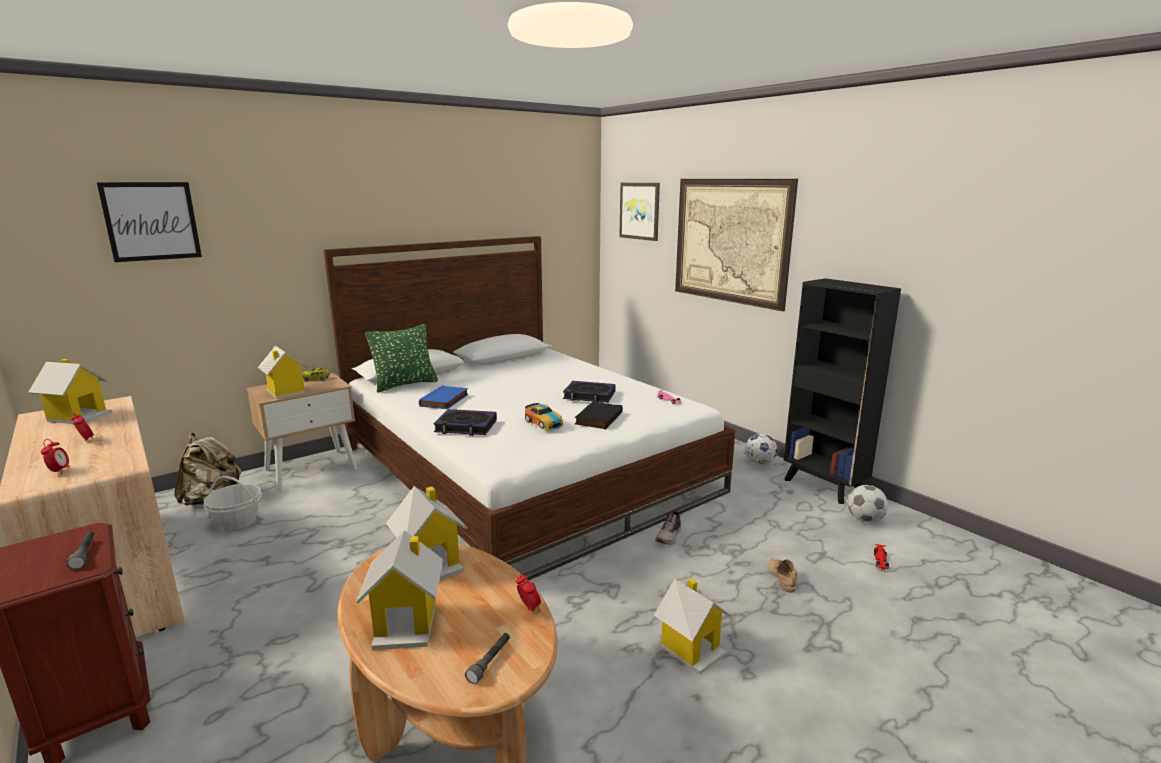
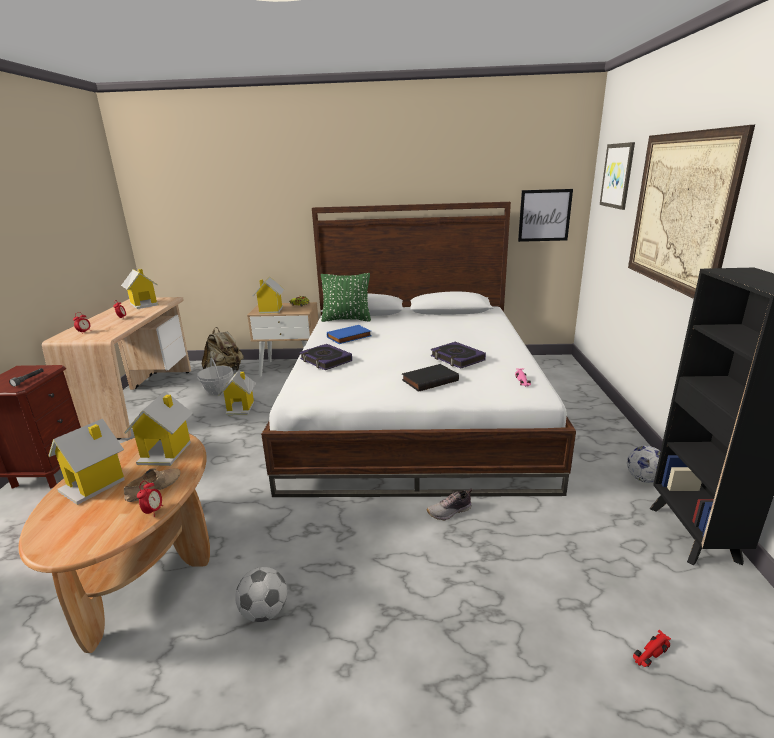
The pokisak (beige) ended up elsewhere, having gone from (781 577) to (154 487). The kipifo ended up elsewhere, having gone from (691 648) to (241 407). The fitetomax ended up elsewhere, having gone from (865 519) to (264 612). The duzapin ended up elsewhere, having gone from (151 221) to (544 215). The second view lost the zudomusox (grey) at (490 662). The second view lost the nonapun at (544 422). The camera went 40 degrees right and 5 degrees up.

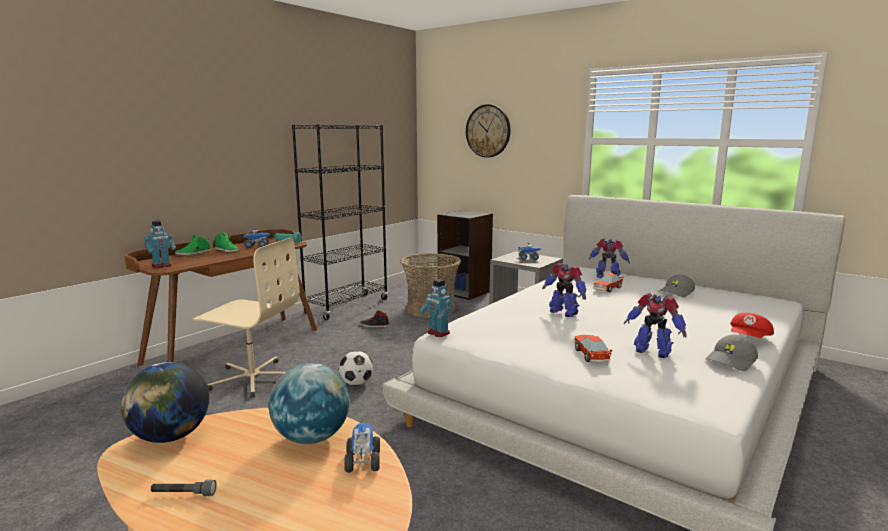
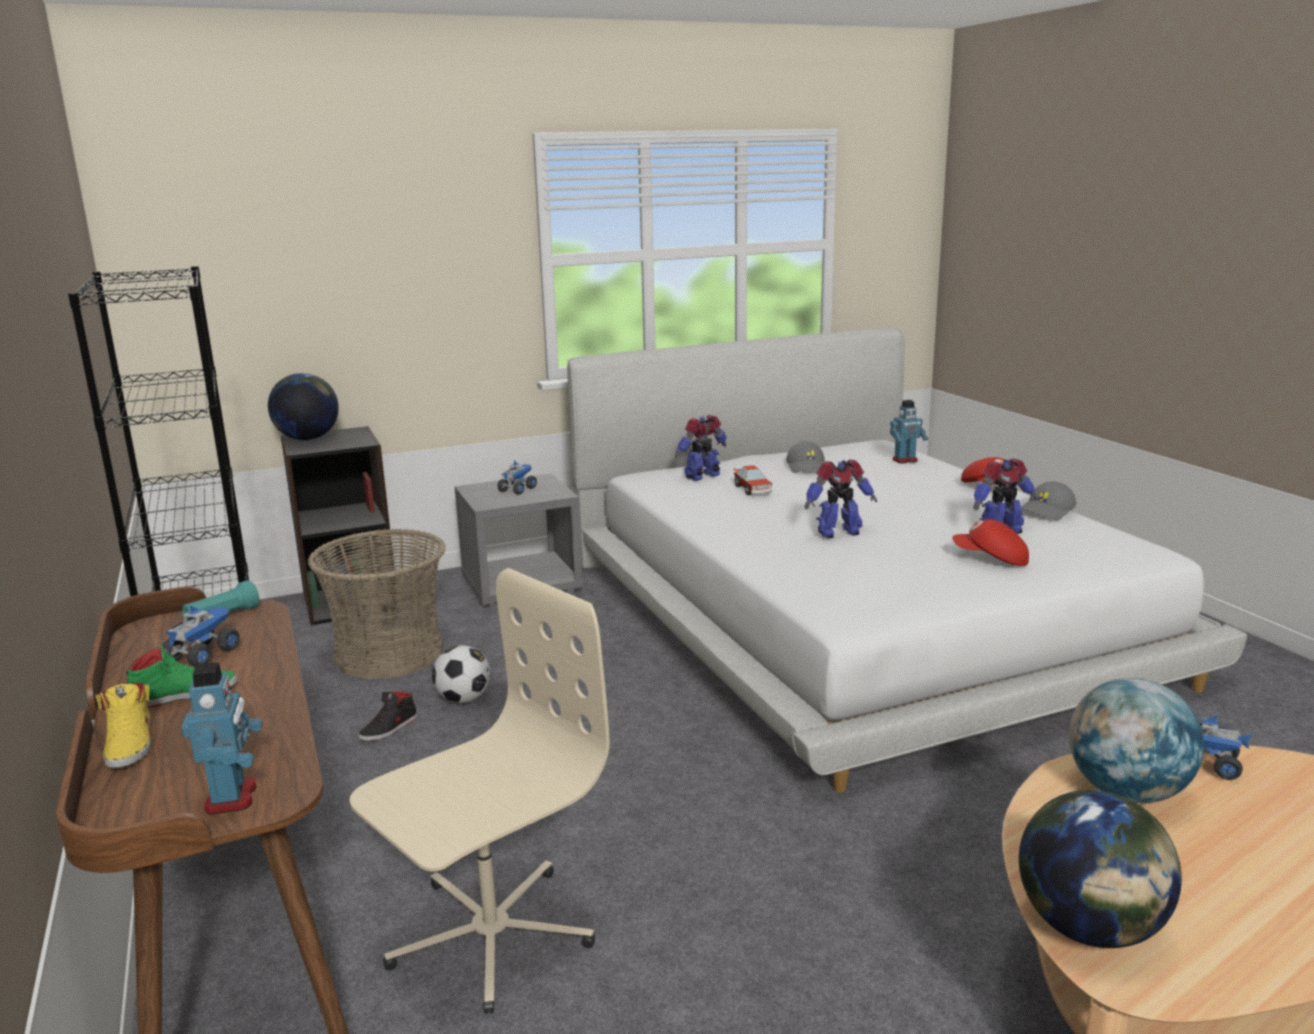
What was the pokisak (green) at (193 253) turned into the pokisak (yellow) at (131 744). The second view gained the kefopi at (307 439). The fitetomax ended up elsewhere, having gone from (356 383) to (463 699). The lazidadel ended up elsewhere, having gone from (438 333) to (905 460). Where the nonapun stood at (591 355), the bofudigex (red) came to stand at (991 559). The bofudigex (grey) at (731 361) ended up facing another way, 60 degrees clockwise from before. The second view lost the zudomusox (grey) at (183 494). The second view lost the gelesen at (488 131). The camera went 60 degrees left and 5 degrees up.

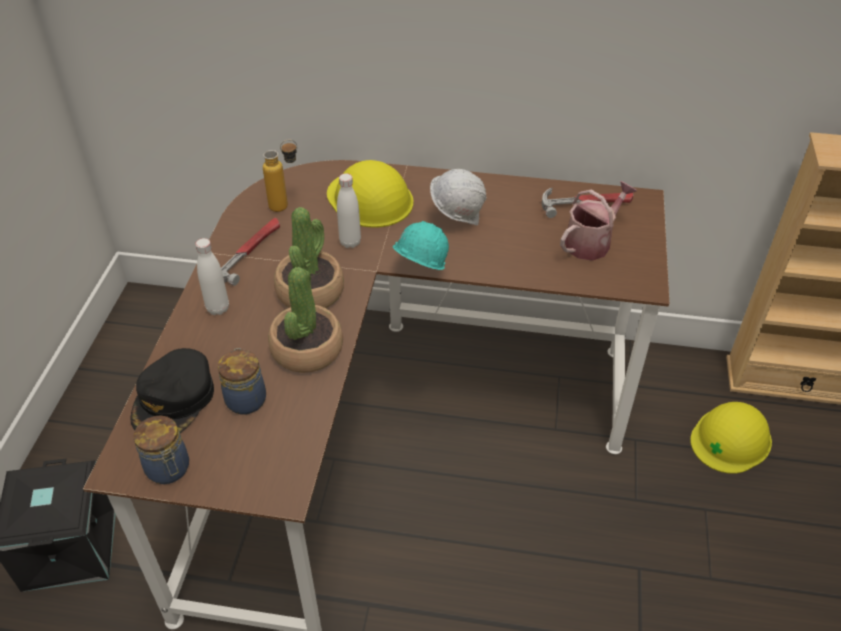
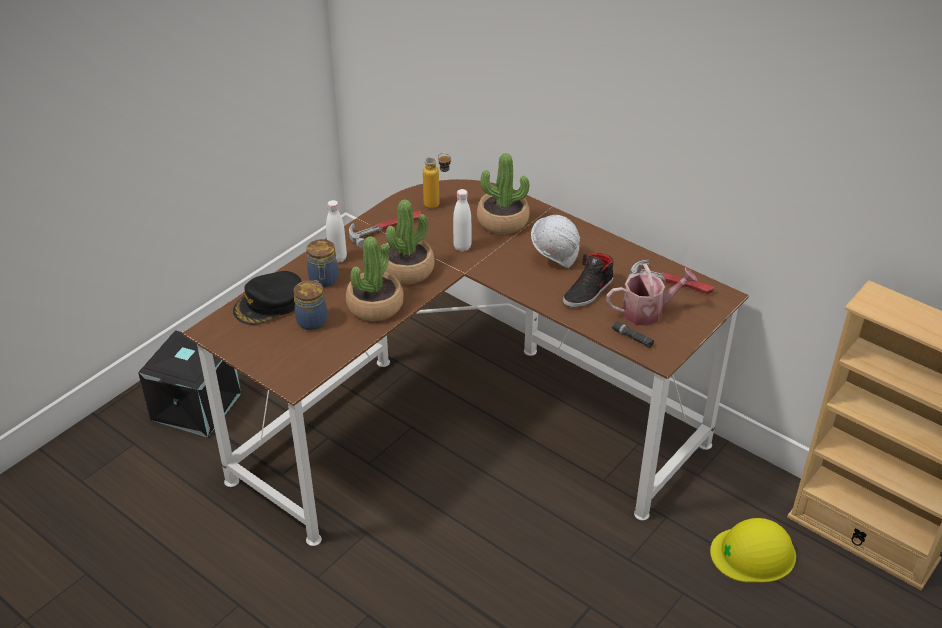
The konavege ended up elsewhere, having gone from (169 470) to (323 280). Where the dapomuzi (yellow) stood at (370 199), the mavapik came to stand at (502 221). The second view gained the pokisak (black) at (588 292). The second view gained the zudomusox (black) at (632 338). The second view lost the dapomuzi (turquoise) at (418 275). The camera went 30 degrees right and 5 degrees down.

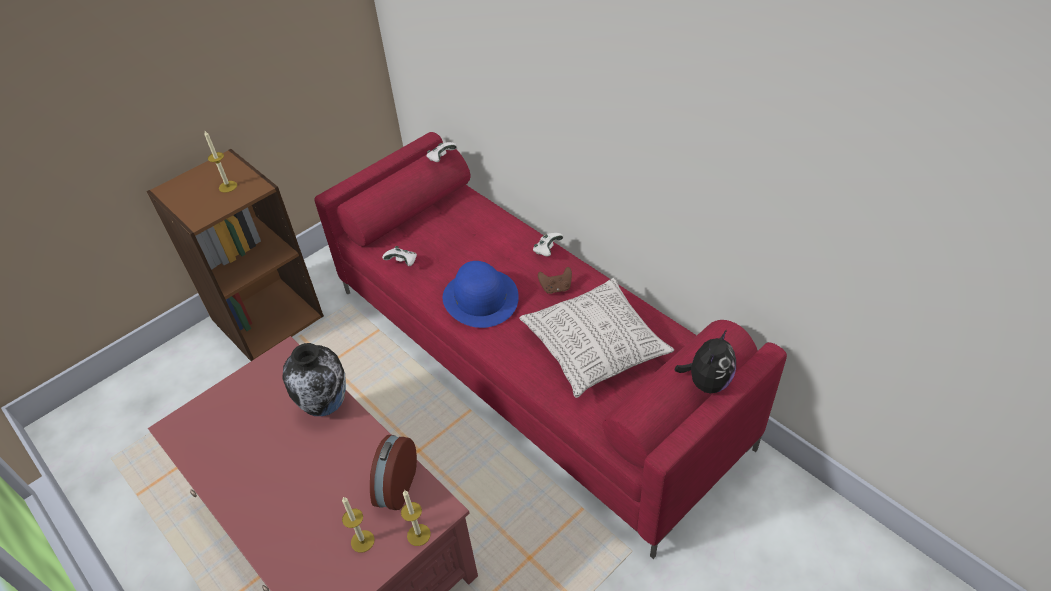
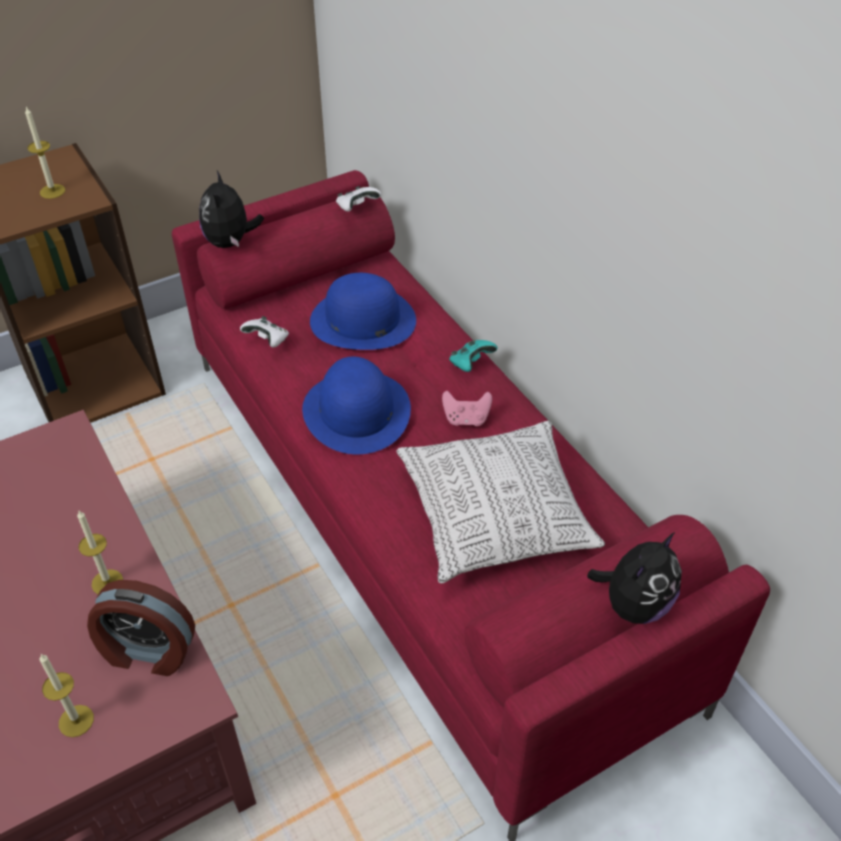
The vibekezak ended up elsewhere, having gone from (418 535) to (107 582). The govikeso at (395 486) ended up facing another way, 105 degrees counterclockwise from before. The second view gained the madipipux at (230 242). The second view gained the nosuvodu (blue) at (362 320). What was the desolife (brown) at (556 288) turned into the desolife (pink) at (466 419). What was the desolife (white) at (547 250) turned into the desolife (turquoise) at (471 363). The second view lost the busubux at (326 406). The camera went 10 degrees right and 0 degrees up.

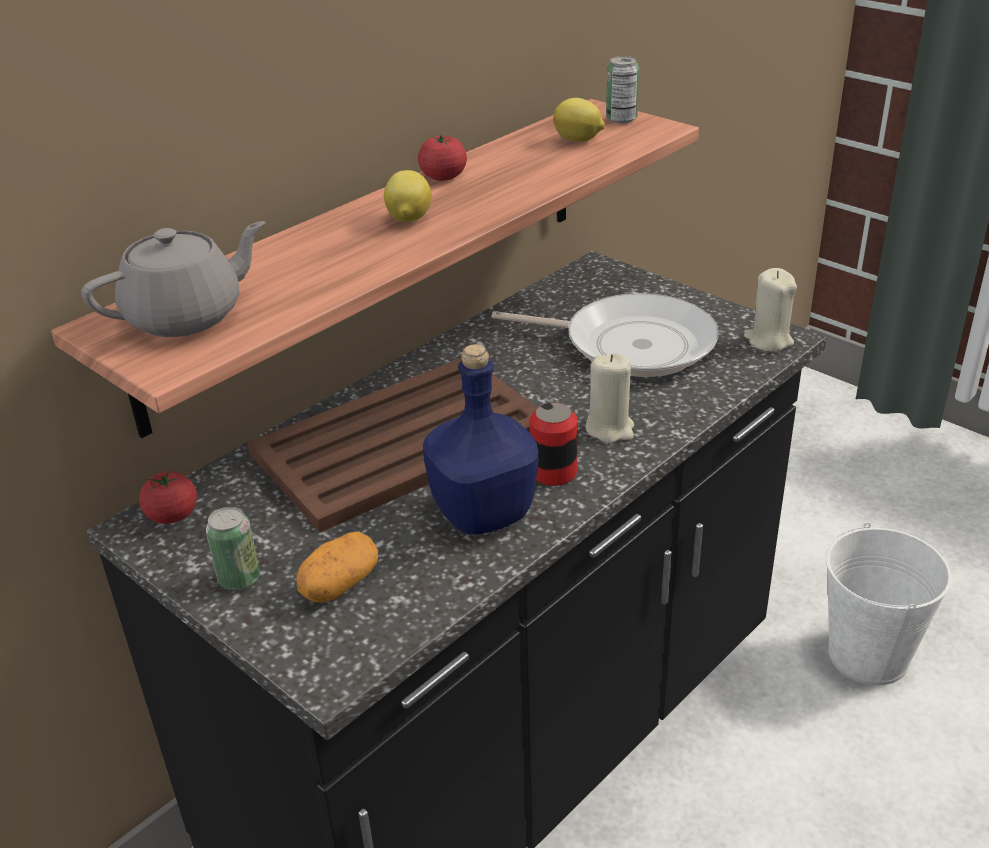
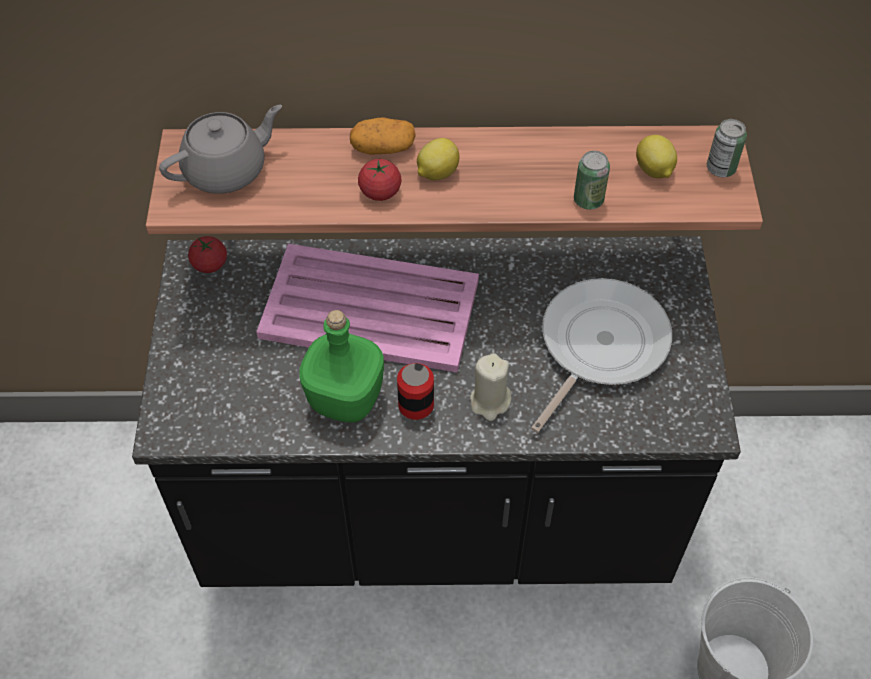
The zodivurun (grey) at (187 316) ended up facing another way, 45 degrees counterclockwise from before. What was the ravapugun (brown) at (398 442) turned into the ravapugun (pink) at (368 308). What was the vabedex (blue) at (485 512) turned into the vabedex (green) at (347 399). The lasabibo ended up elsewhere, having gone from (339 585) to (383 148). The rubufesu ended up elsewhere, having gone from (443 177) to (380 192). The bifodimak at (631 344) ended up facing another way, 120 degrees counterclockwise from before. The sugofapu ended up elsewhere, having gone from (239 579) to (588 200). The second view lost the vibekezak (beige) at (768 340). The camera went 45 degrees right and 20 degrees up.

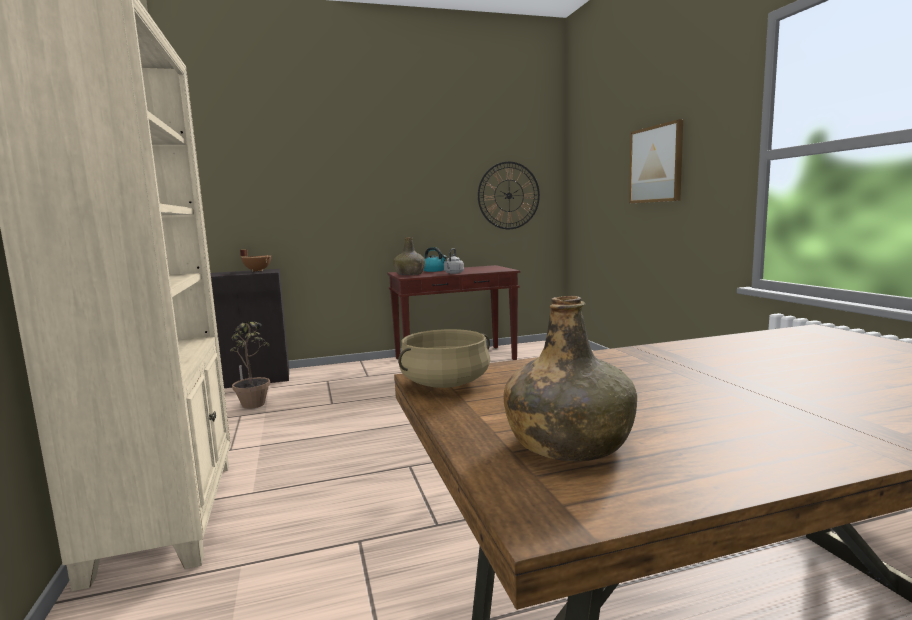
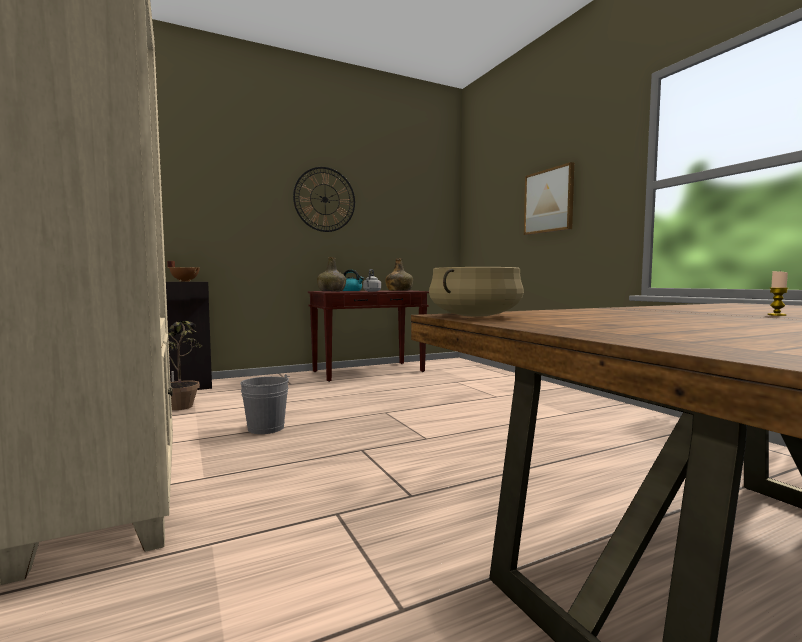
The second view gained the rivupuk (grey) at (265 428). The gelesen ended up elsewhere, having gone from (509 195) to (325 199). The vabedex (green) ended up elsewhere, having gone from (568 444) to (399 291). The second view gained the vibekezak at (776 315). The camera went 10 degrees left and 5 degrees down.

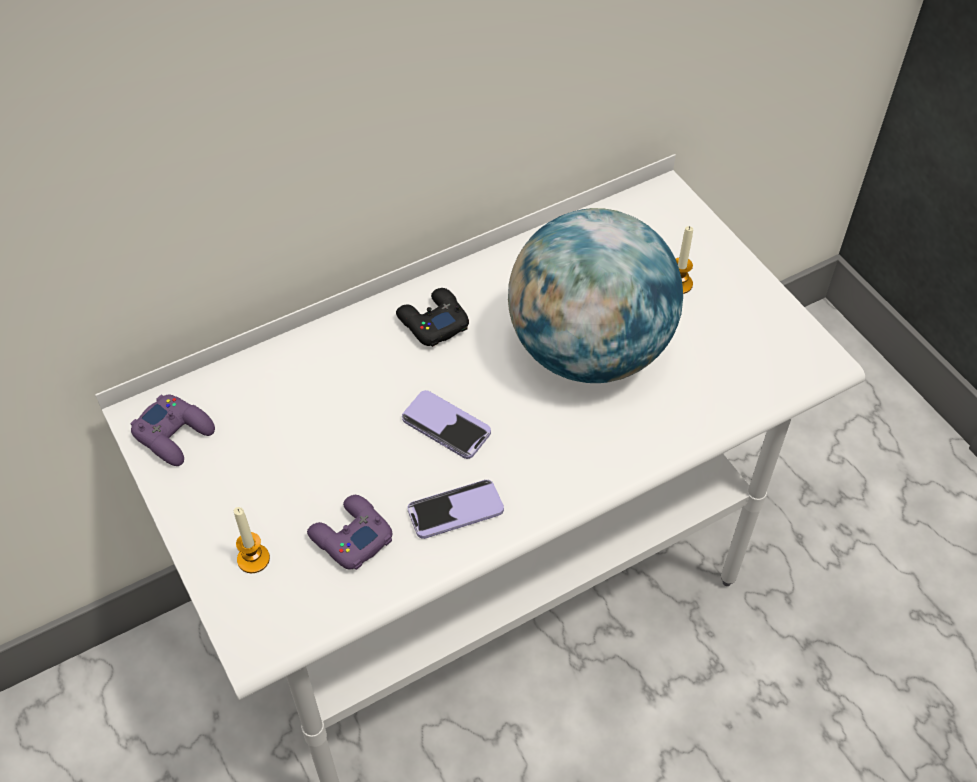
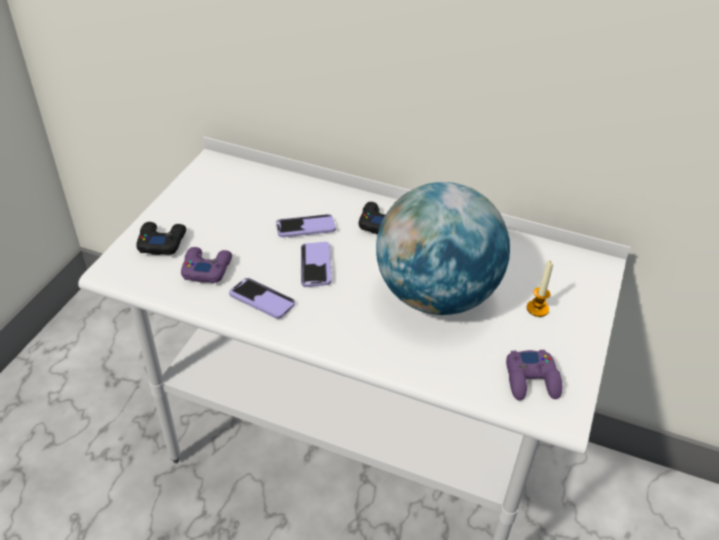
Where the vibekezak stood at (253 559), the desolife (black) came to stand at (161 242). The second view gained the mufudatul at (305 227). The desolife (purple) ended up elsewhere, having gone from (175 434) to (532 380). The camera went 50 degrees right and 10 degrees down.

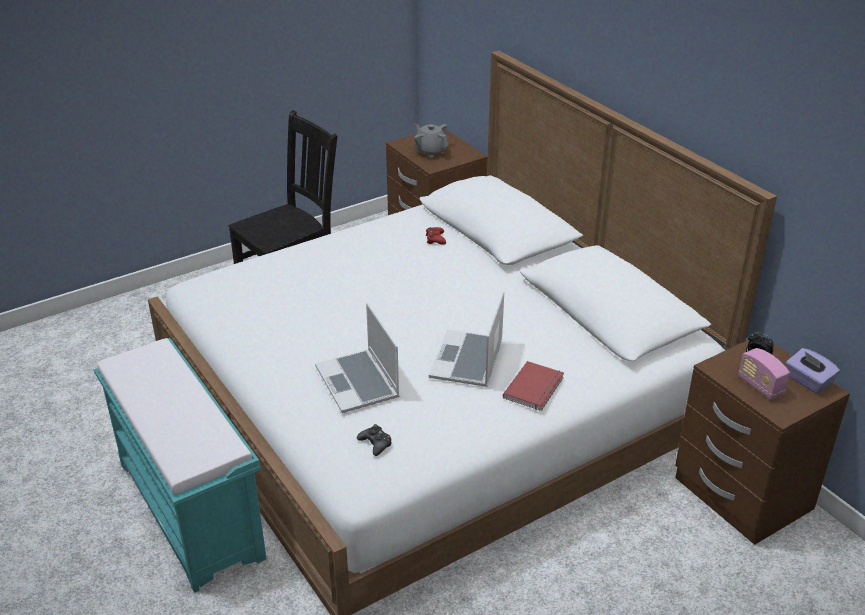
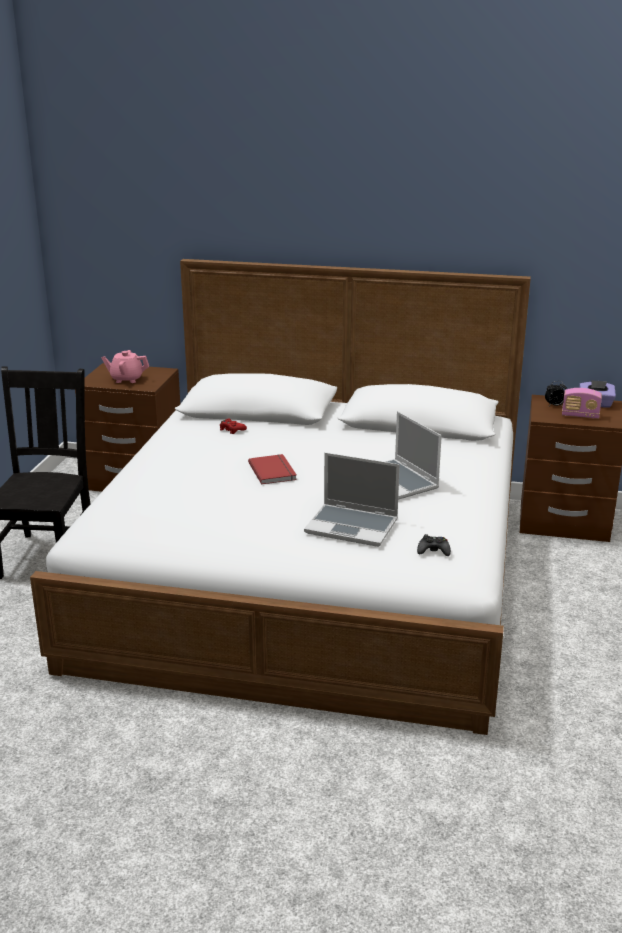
What was the zodivurun (grey) at (430 151) turned into the zodivurun (pink) at (126 379). The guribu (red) ended up elsewhere, having gone from (535 388) to (273 471). The second view lost the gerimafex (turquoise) at (192 510). The camera went 45 degrees left and 10 degrees down.

